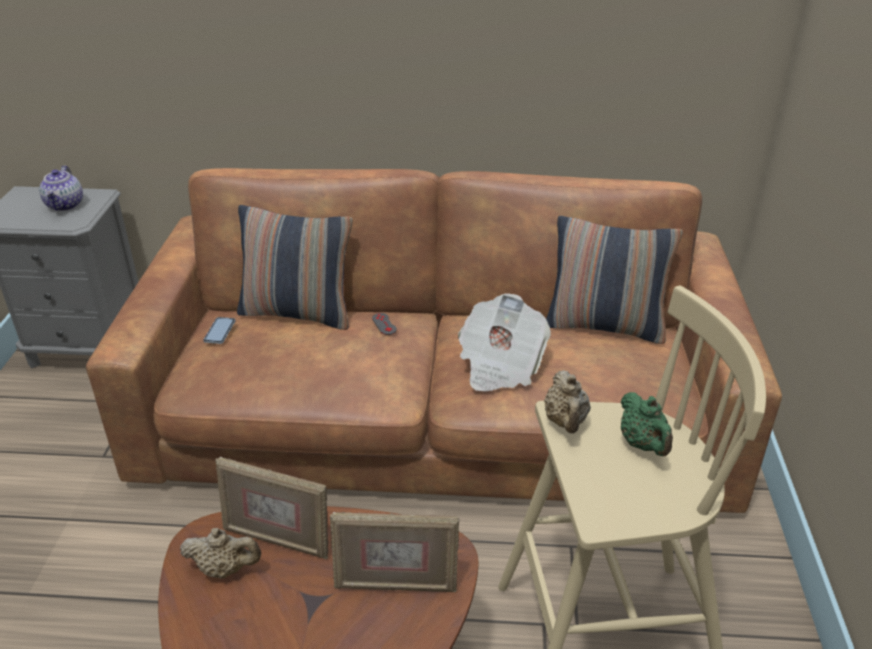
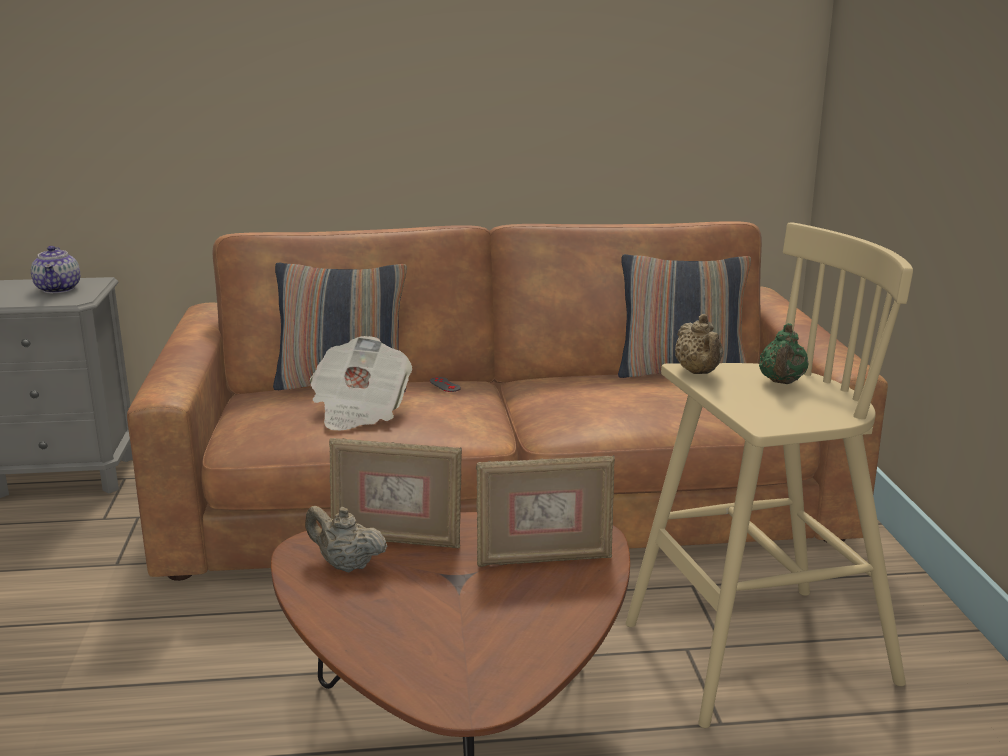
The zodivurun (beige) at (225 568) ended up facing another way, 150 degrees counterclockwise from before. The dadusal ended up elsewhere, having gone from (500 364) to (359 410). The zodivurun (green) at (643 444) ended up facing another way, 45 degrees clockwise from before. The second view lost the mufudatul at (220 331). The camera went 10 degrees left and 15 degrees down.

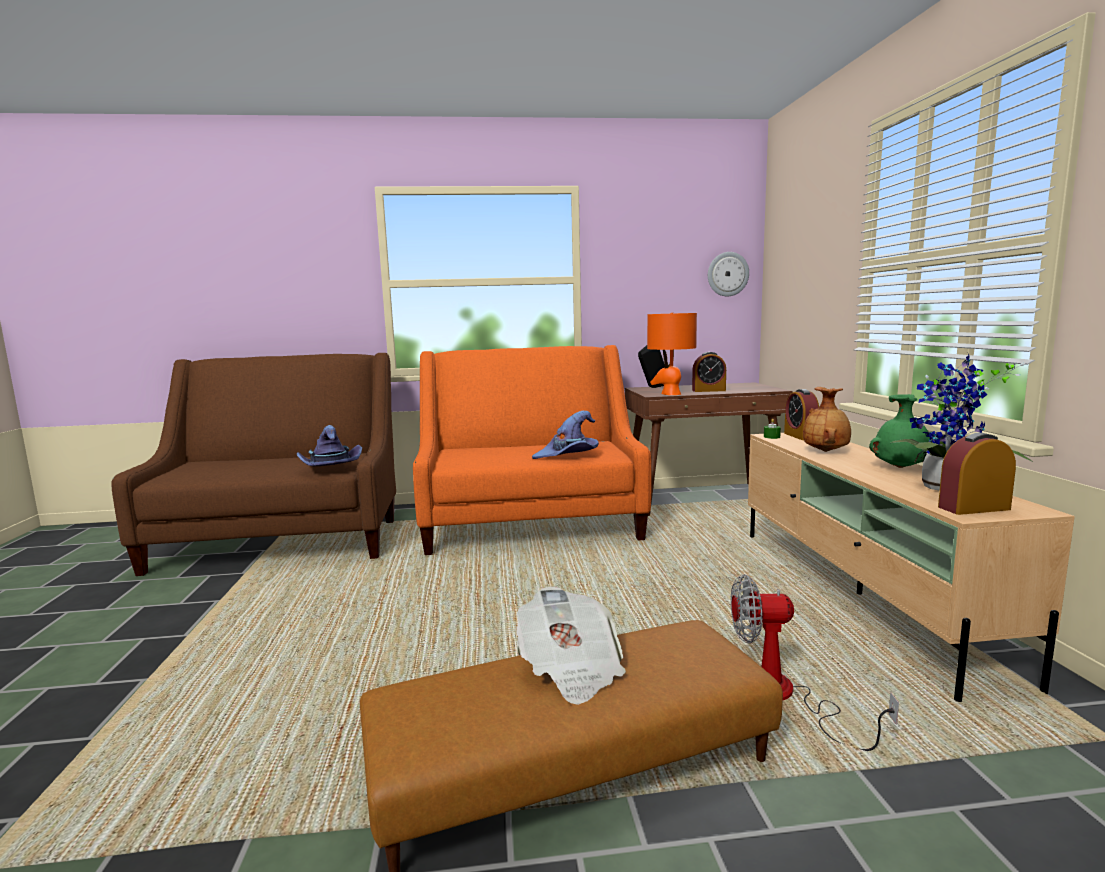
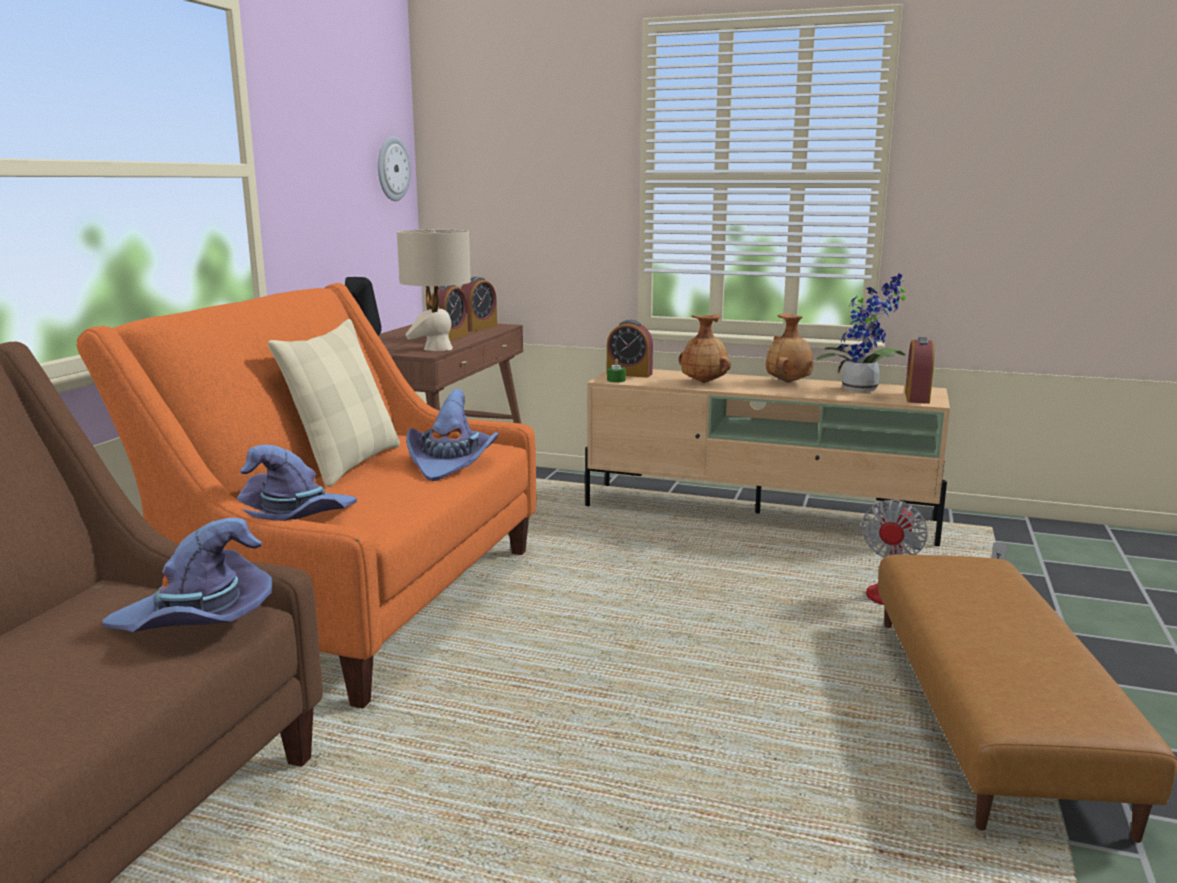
The second view gained the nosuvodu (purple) at (296 518). The second view gained the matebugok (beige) at (346 463). What was the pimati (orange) at (671 394) turned into the pimati (beige) at (438 348). The second view gained the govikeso at (478 328). What was the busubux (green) at (900 468) turned into the busubux (brown) at (789 382). The second view lost the dadusal at (570 669). The camera went 65 degrees left and 5 degrees up.

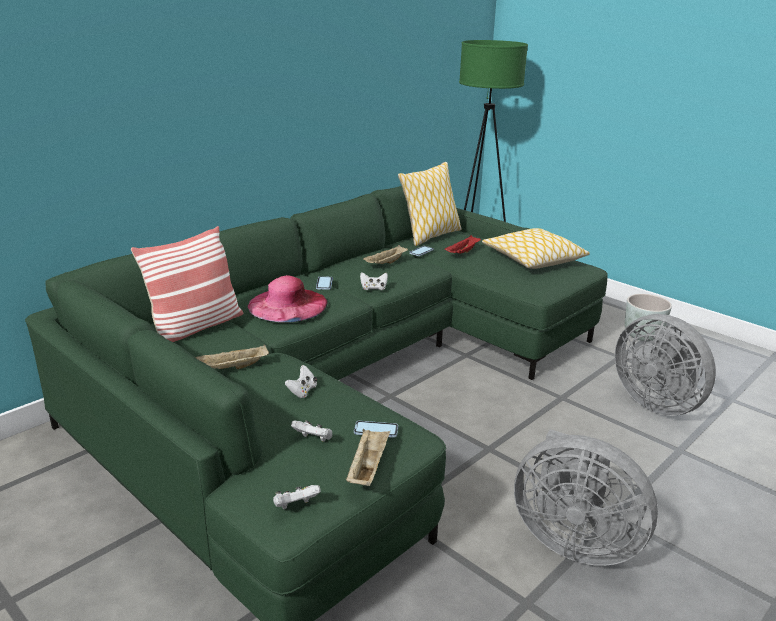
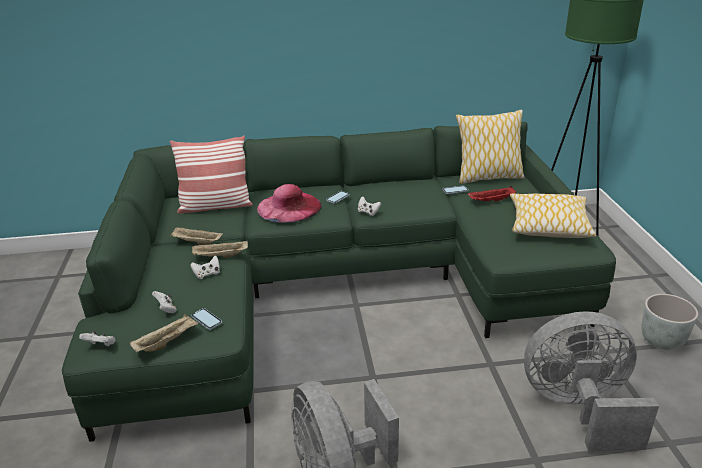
The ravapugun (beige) ended up elsewhere, having gone from (386 263) to (220 256). The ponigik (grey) at (657 402) ended up facing another way, 90 degrees clockwise from before. The camera went 40 degrees right and 5 degrees up.

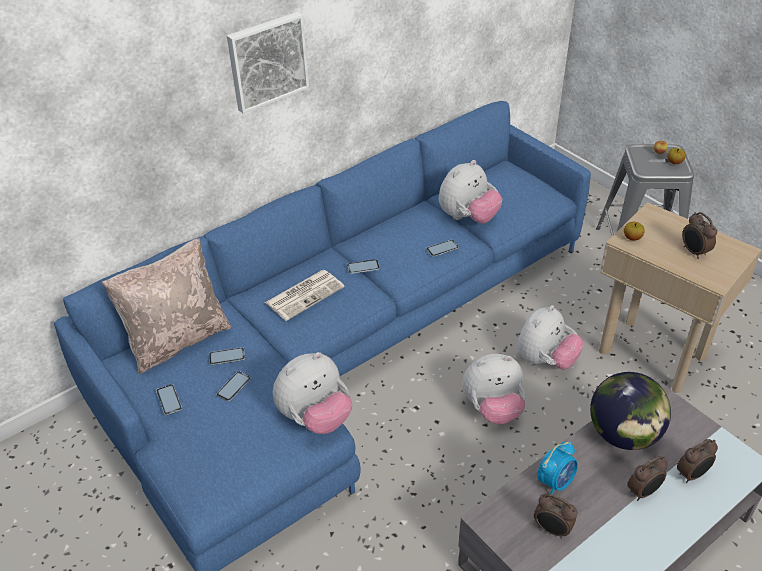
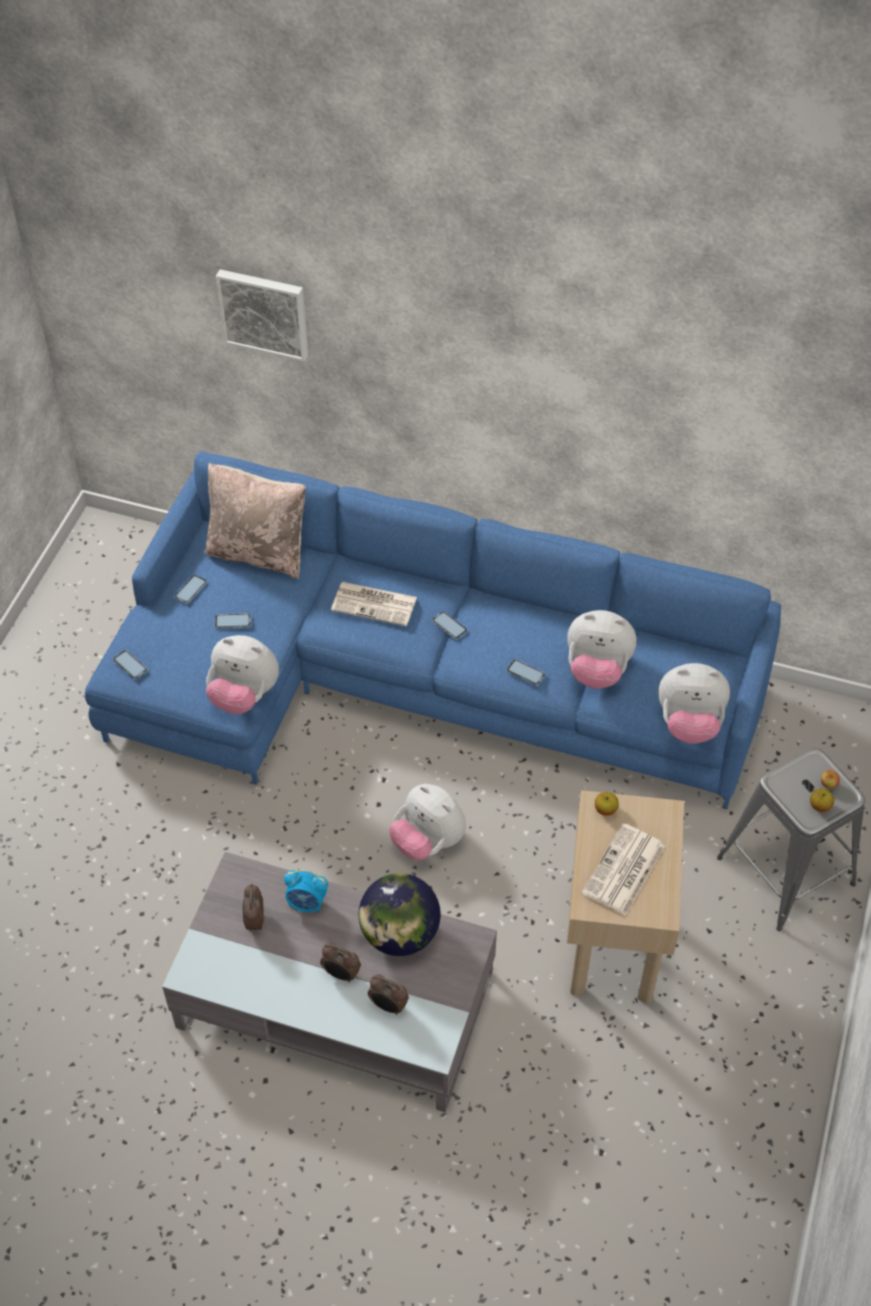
The mufudatul ended up elsewhere, having gone from (227 356) to (130 665). The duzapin ended up elsewhere, having gone from (267 61) to (264 312). Where the govikeso stood at (694 252), the dadusal came to stand at (623 871). The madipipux ended up elsewhere, having gone from (545 360) to (689 723). The camera went 55 degrees right and 10 degrees up.

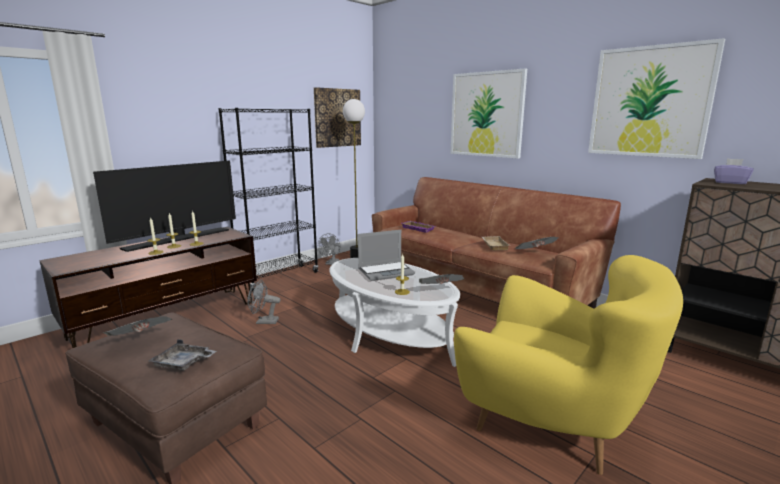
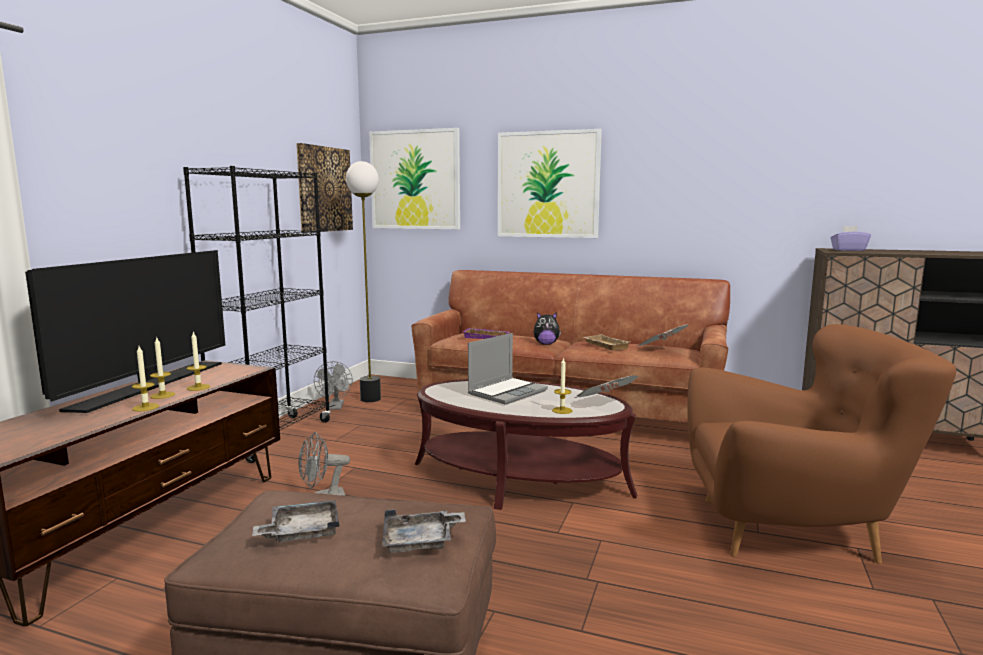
Where the dadusal stood at (141 341), the ravapugun (grey) came to stand at (301 532). The duzapin ended up elsewhere, having gone from (650 102) to (415 180). What was the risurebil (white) at (389 334) turned into the risurebil (brown) at (519 478). The second view gained the madipipux at (546 344). What was the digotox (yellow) at (551 424) turned into the digotox (brown) at (791 530). The camera went 25 degrees left and 5 degrees down.

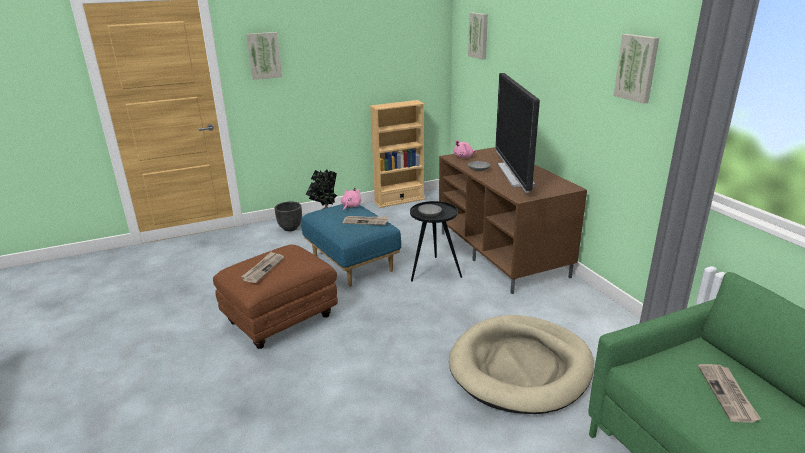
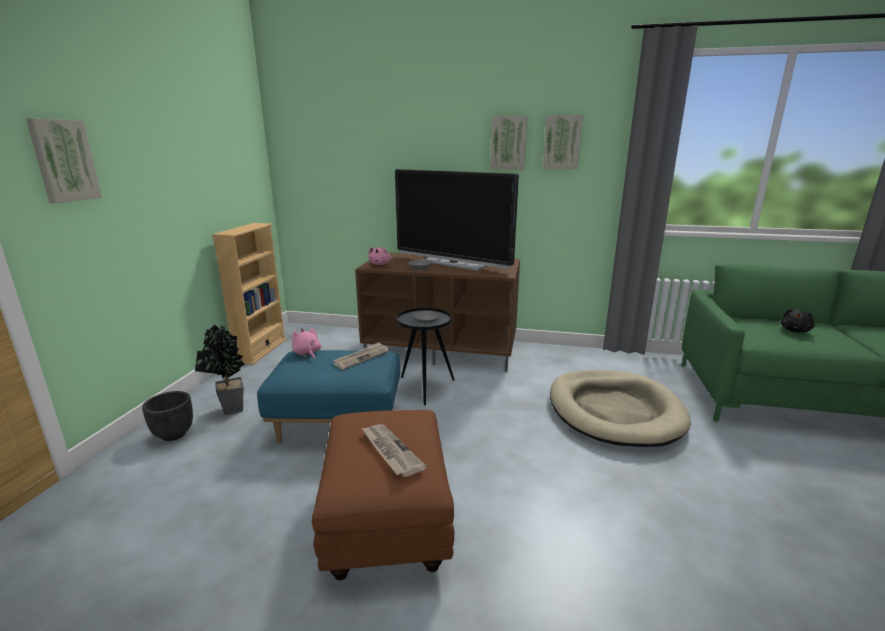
The duzapin ended up elsewhere, having gone from (479 35) to (508 143). Where the dadusal stood at (728 394), the madipipux (black) came to stand at (795 330). The camera went 55 degrees left and 5 degrees down.

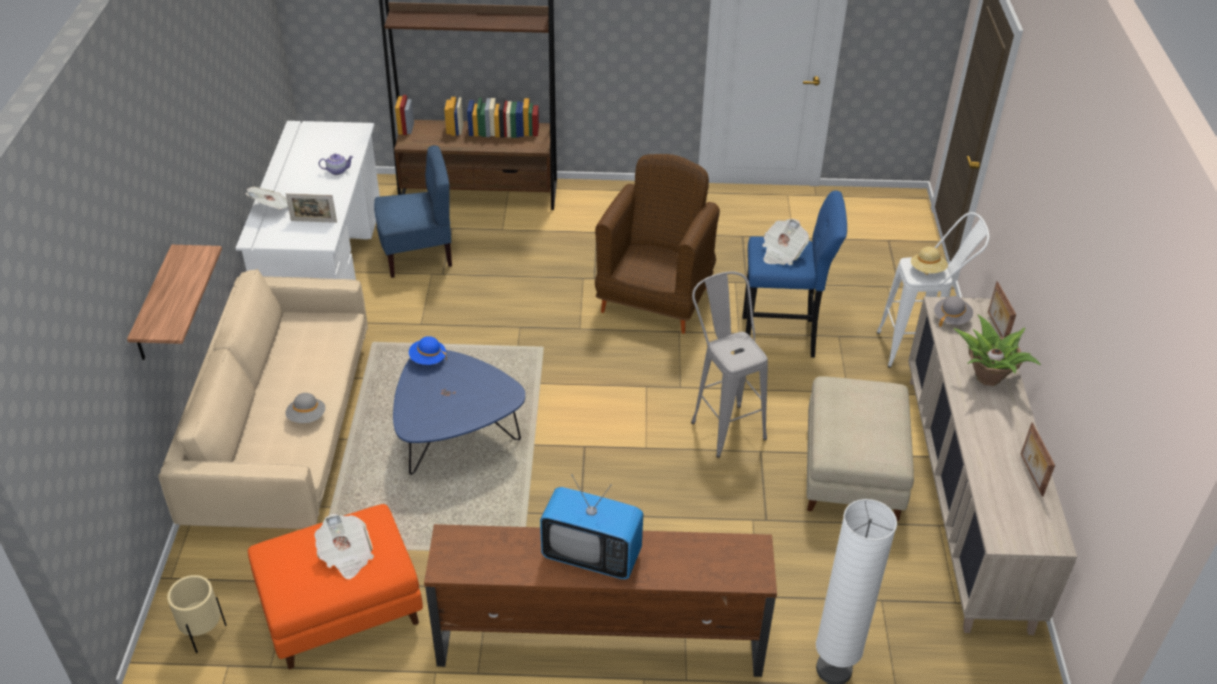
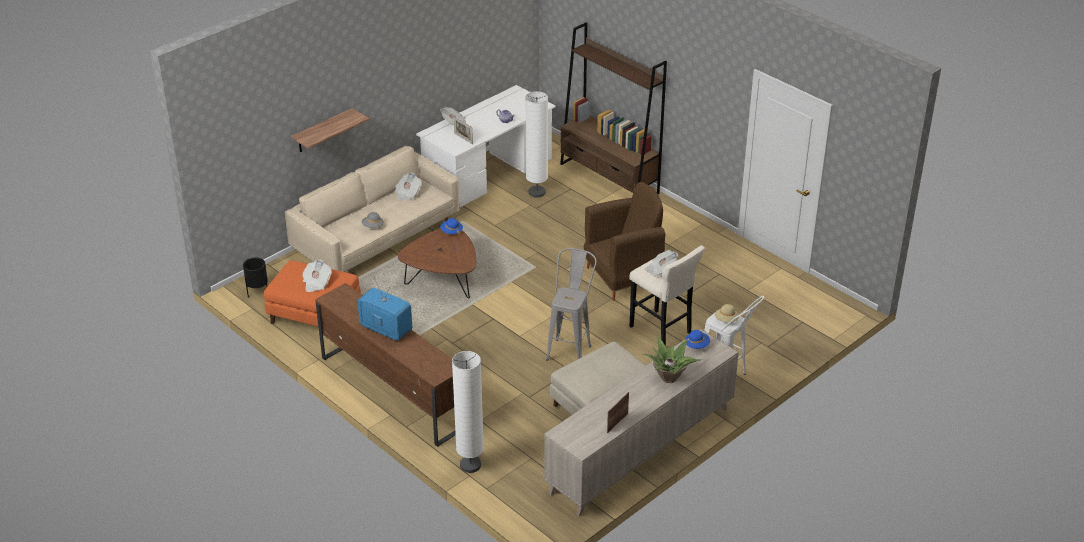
What was the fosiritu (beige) at (204 633) turned into the fosiritu (black) at (258 292). The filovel at (592 555) ended up facing another way, 150 degrees clockwise from before. The second view gained the dadusal at (407 193). What was the risurebil (blue) at (455 438) turned into the risurebil (brown) at (443 281). Where the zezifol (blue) stood at (418 254), the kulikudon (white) came to stand at (537 192). What was the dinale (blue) at (783 337) turned into the dinale (beige) at (662 331). What was the nosuvodu (grey) at (951 318) turned into the nosuvodu (blue) at (697 345). The second view lost the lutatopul at (996 328). The camera went 45 degrees right and 5 degrees down.

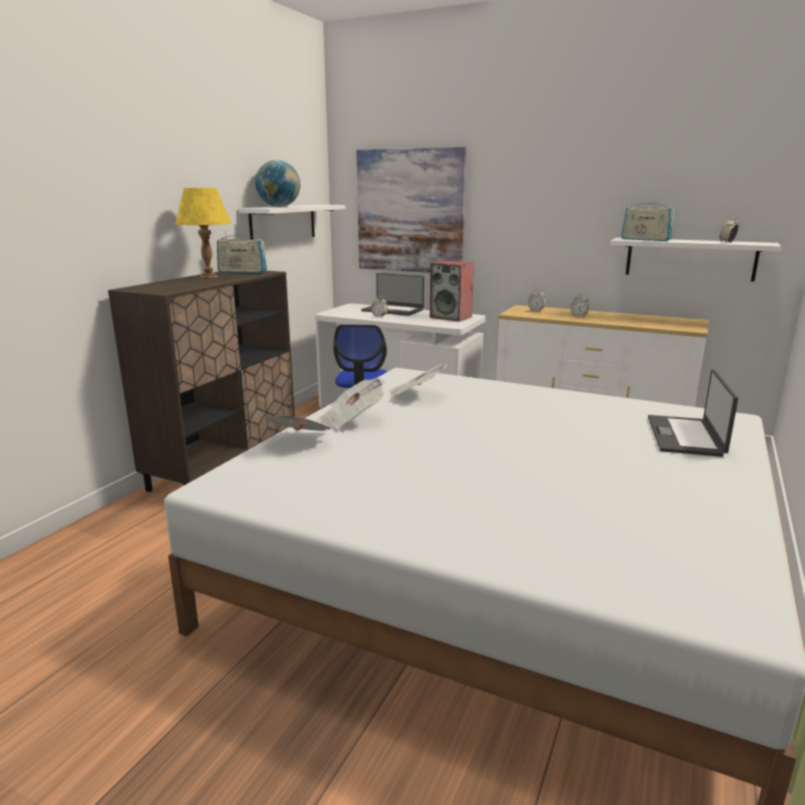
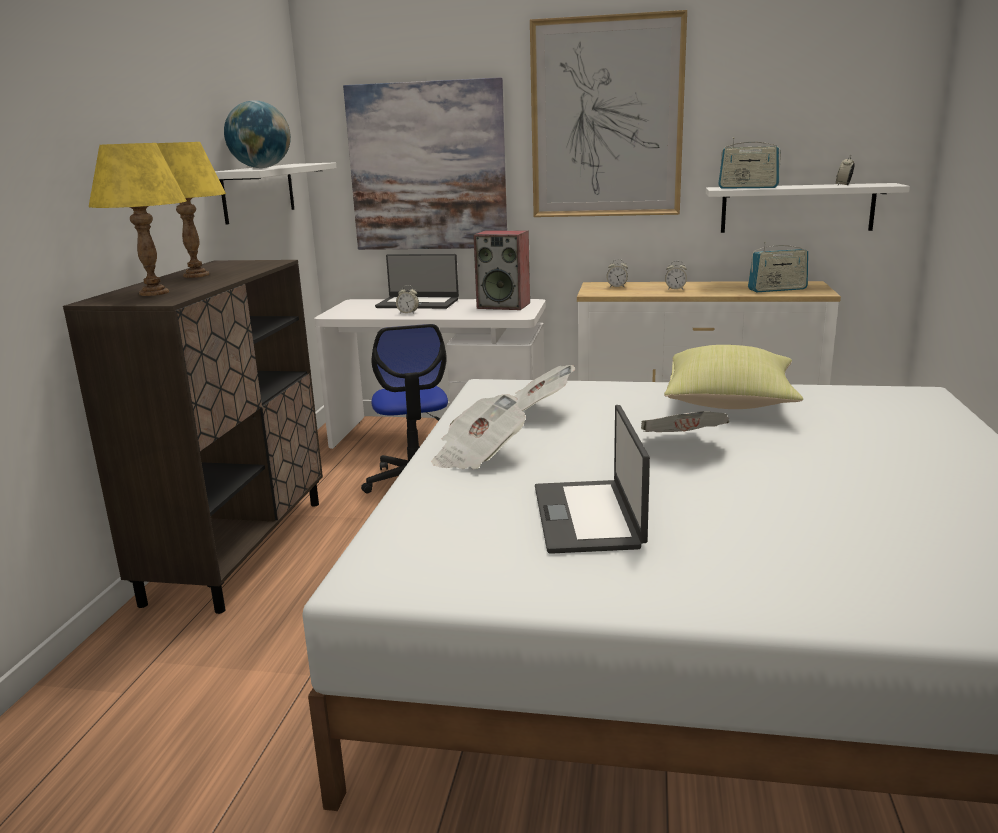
The second view gained the pimati (yellow) at (153 293). The second view gained the duzapin at (606 119). The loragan ended up elsewhere, having gone from (686 436) to (589 516). The dadusal ended up elsewhere, having gone from (300 442) to (682 446). The second view gained the matebugok (yellow) at (730 404). The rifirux ended up elsewhere, having gone from (242 272) to (777 289). The camera went 15 degrees left and 0 degrees up.

